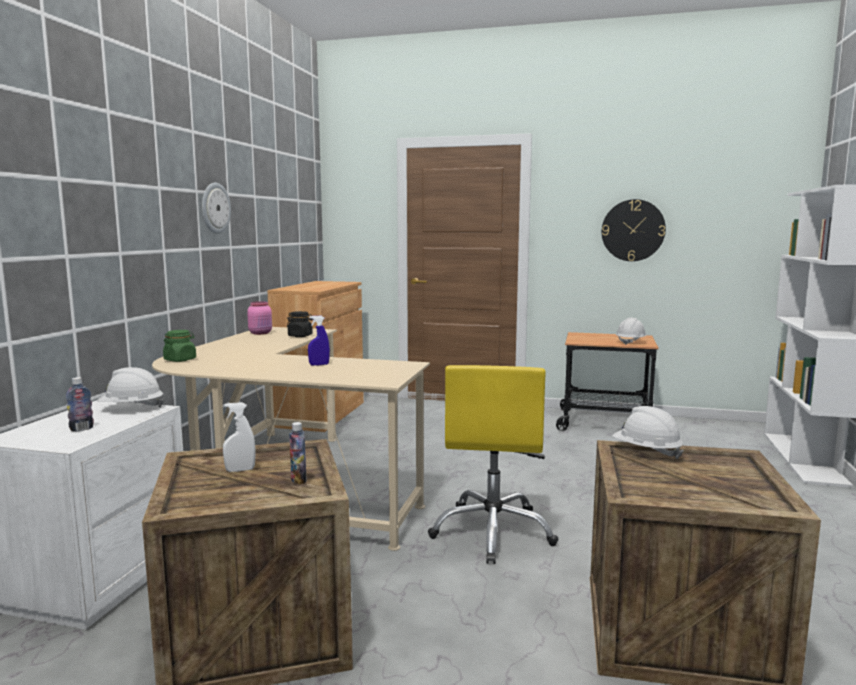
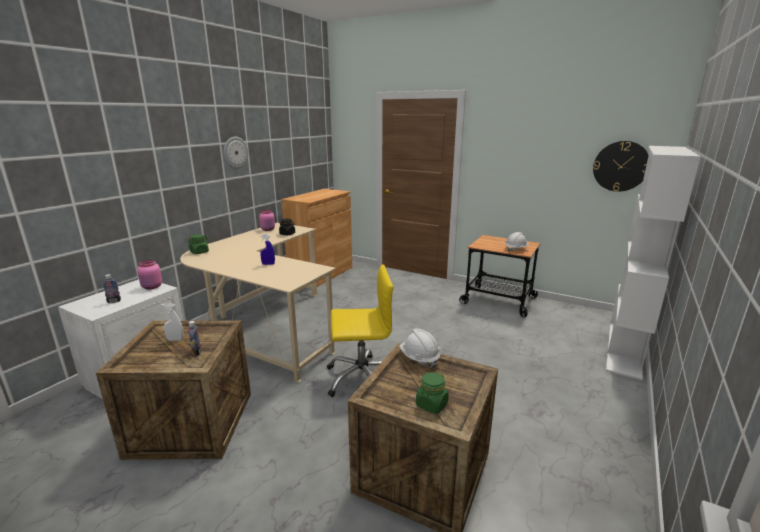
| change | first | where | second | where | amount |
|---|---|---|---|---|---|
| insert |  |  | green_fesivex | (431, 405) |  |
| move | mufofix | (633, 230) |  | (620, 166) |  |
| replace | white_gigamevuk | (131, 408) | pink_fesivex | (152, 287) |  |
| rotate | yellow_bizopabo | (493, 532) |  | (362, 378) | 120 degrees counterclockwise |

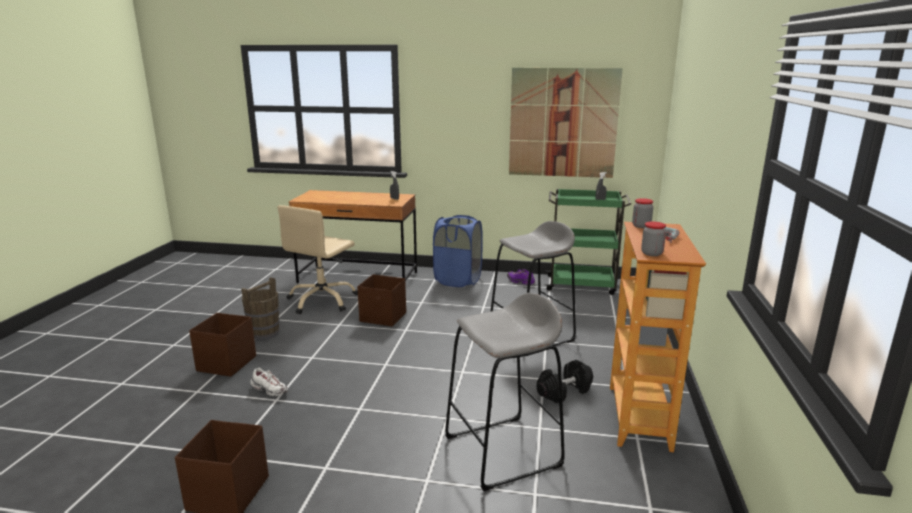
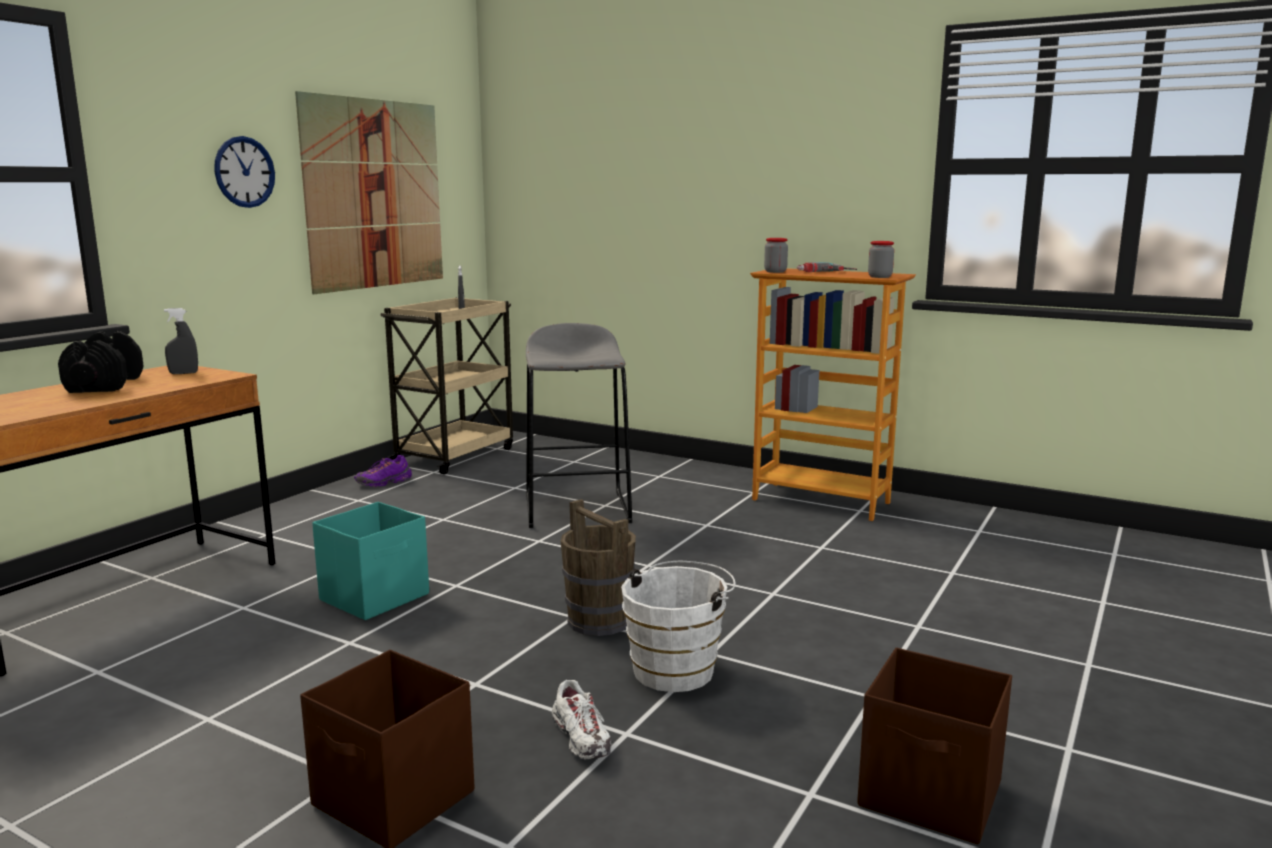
| change | first | where | second | where | amount |
|---|---|---|---|---|---|
| delete | beige_bizopabo | (322, 300) |  |  |  |
| delete | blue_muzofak | (458, 280) |  |  |  |
| delete | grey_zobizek | (503, 451) |  |  |  |
| insert |  |  | mufofix | (244, 172) |  |
| insert |  |  | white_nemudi | (678, 668) |  |
| move | brown_nemudi | (264, 333) |  | (599, 621) |  |
| move | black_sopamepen | (564, 392) |  | (105, 384) |  |
| recolor | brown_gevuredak | (383, 317) | turquoise_gevuredak | (376, 597) |  |
| recolor | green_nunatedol | (582, 285) | beige_nunatedol | (455, 455) |  |
| rotate | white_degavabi | (269, 390) |  | (581, 739) | 105 degrees clockwise |

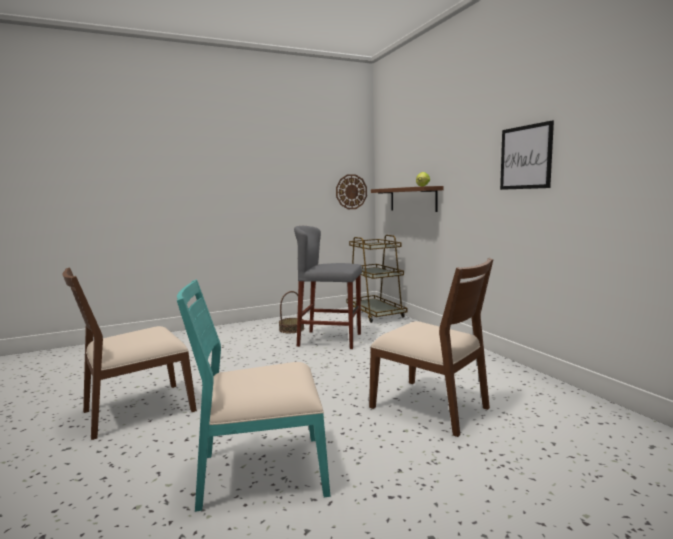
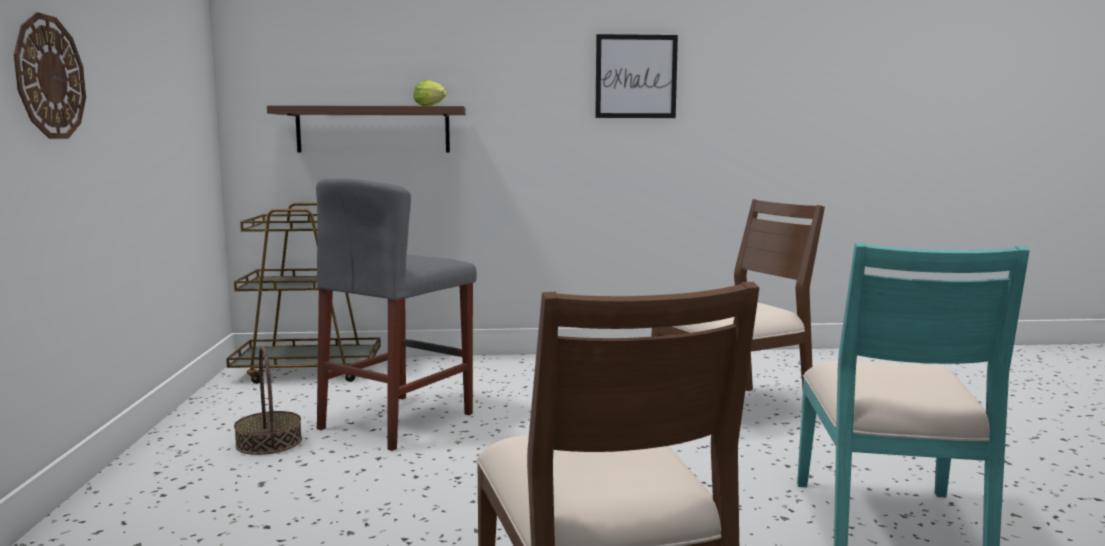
| change | first | where | second | where | amount |
|---|---|---|---|---|---|
| move | mufofix | (351, 191) |  | (49, 77) |  |

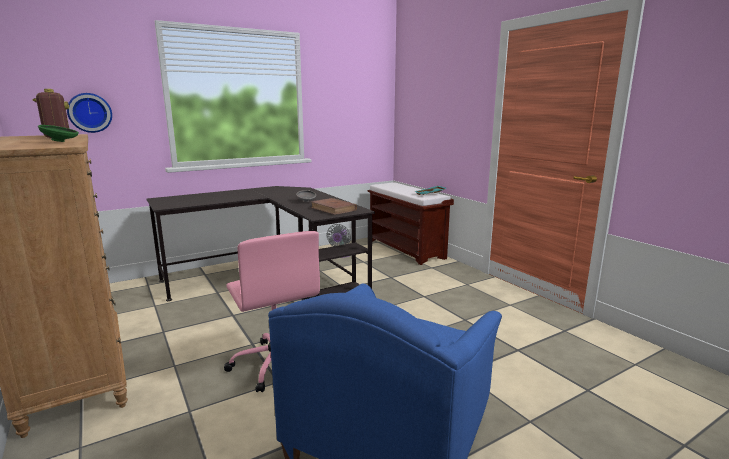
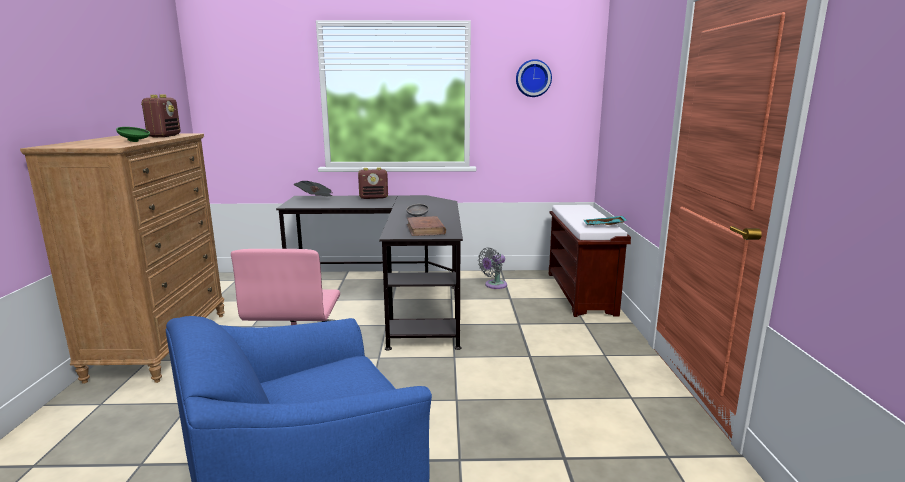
| change | first | where | second | where | amount |
|---|---|---|---|---|---|
| insert |  |  | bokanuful | (316, 199) |  |
| insert |  |  | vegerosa | (374, 197) |  |
| move | mufofix | (90, 112) |  | (533, 78) |  |

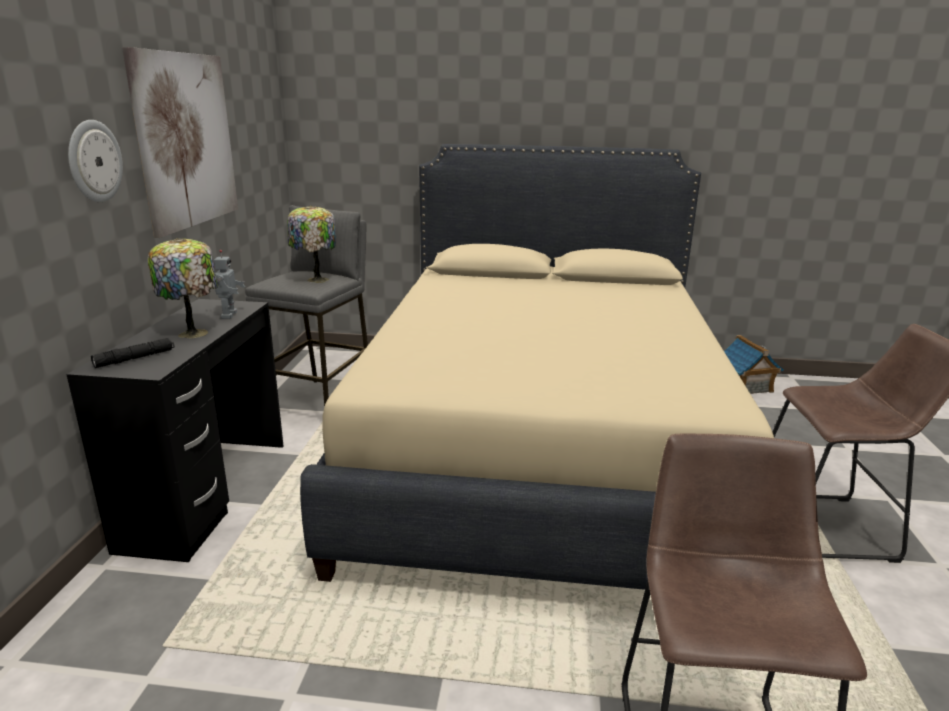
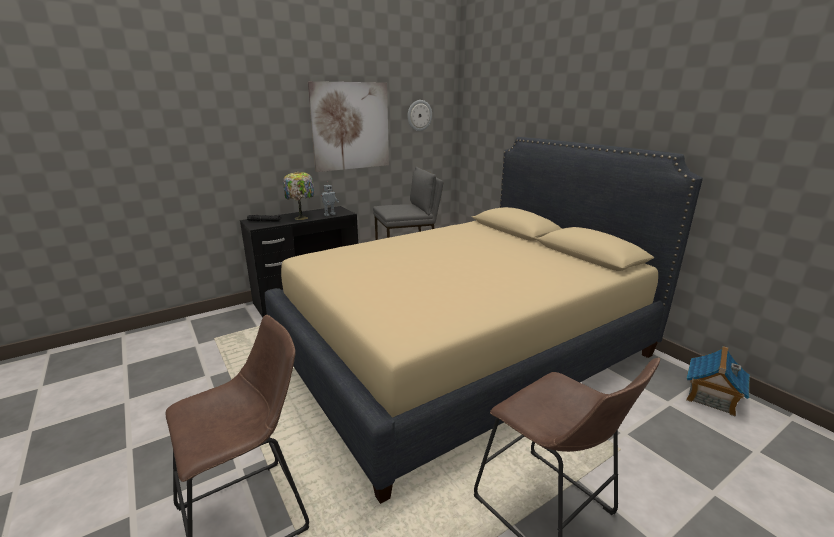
| change | first | where | second | where | amount |
|---|---|---|---|---|---|
| delete | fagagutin | (316, 280) |  |  |  |
| move | mufofix | (94, 161) |  | (419, 115) |  |

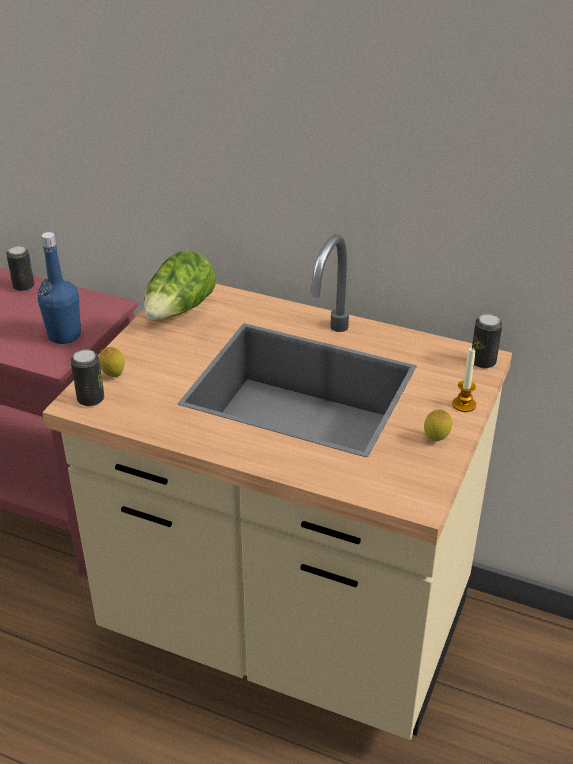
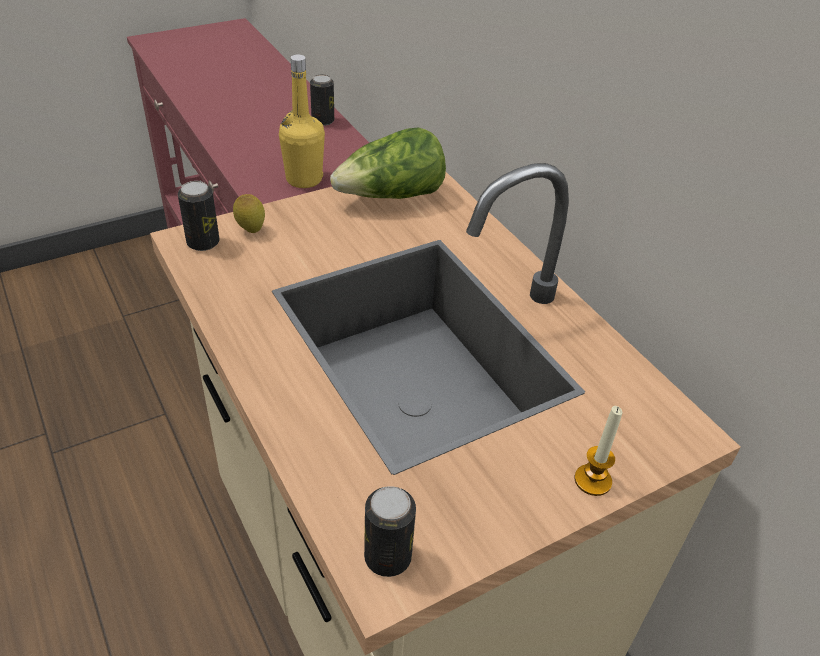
| change | first | where | second | where | amount |
|---|---|---|---|---|---|
| delete | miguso | (436, 440) |  |  |  |
| move | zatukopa | (483, 362) |  | (388, 557) |  |
| recolor | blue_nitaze | (64, 335) | yellow_nitaze | (304, 179) |  |

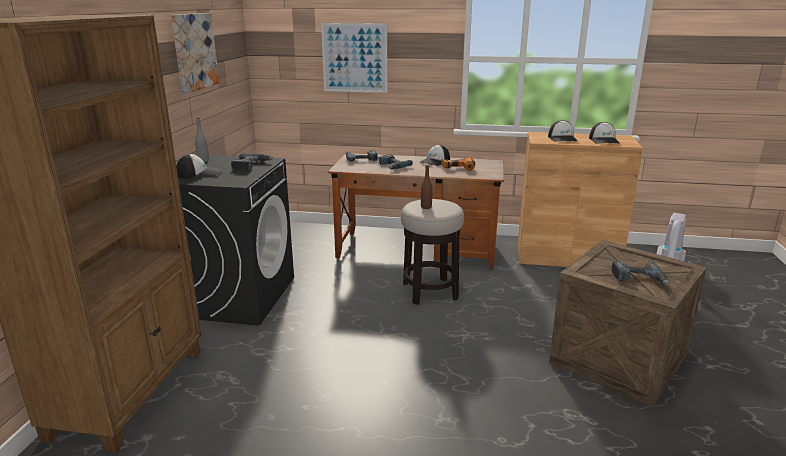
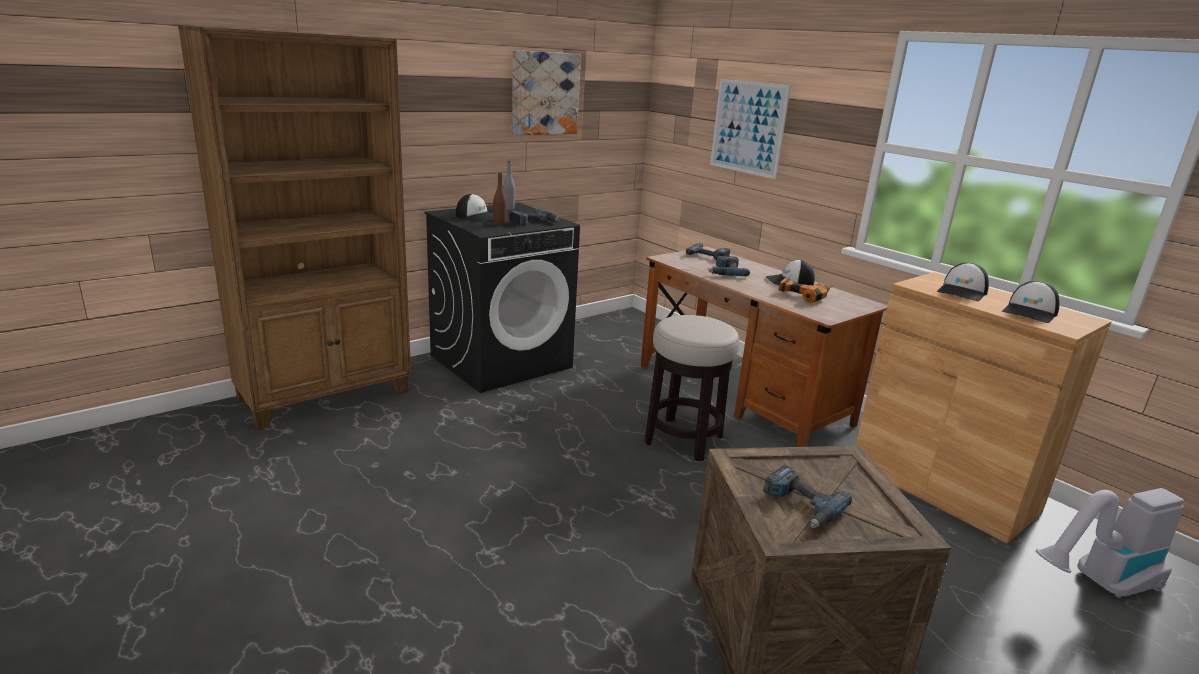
| change | first | where | second | where | amount |
|---|---|---|---|---|---|
| move | brown_nitaze | (426, 207) |  | (499, 224) |  |

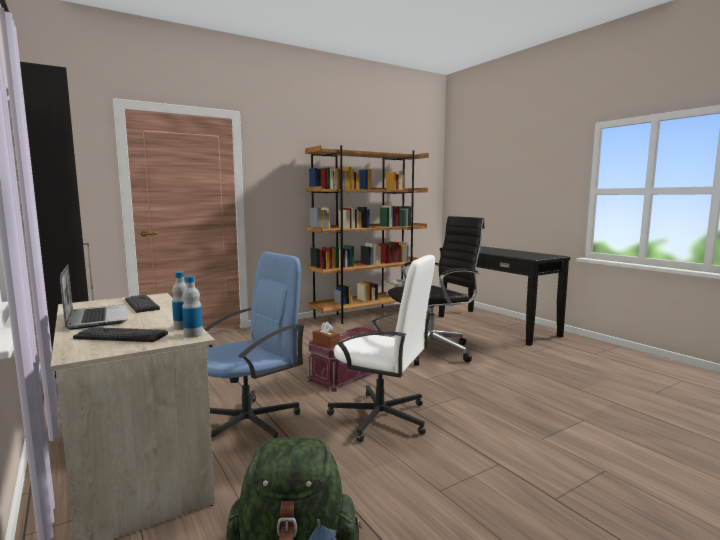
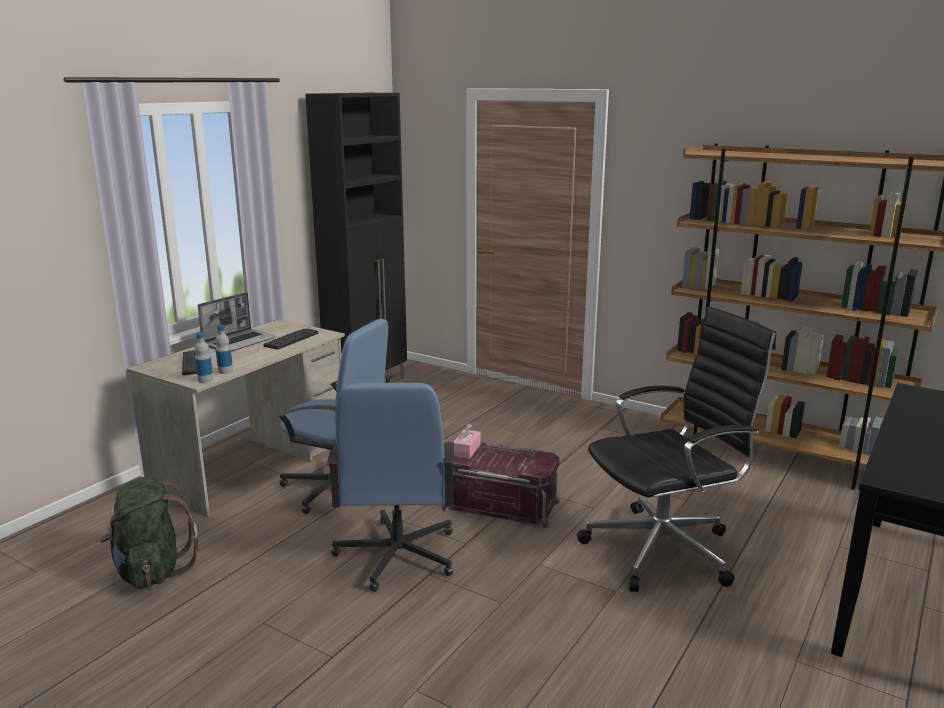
| change | first | where | second | where | amount |
|---|---|---|---|---|---|
| recolor | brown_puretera | (326, 343) | pink_puretera | (466, 450) |  |
| recolor | white_bizopabo | (381, 417) | blue_bizopabo | (397, 556) |  |
| rotate | black_bizopabo | (433, 350) |  | (665, 549) | 60 degrees counterclockwise |

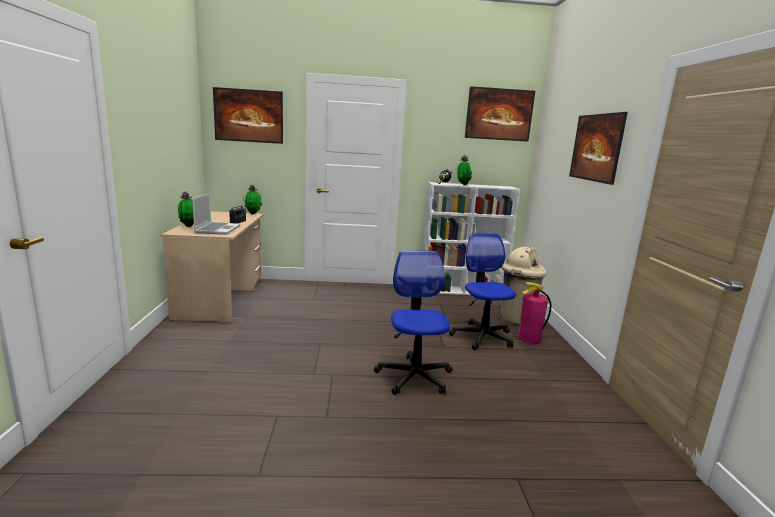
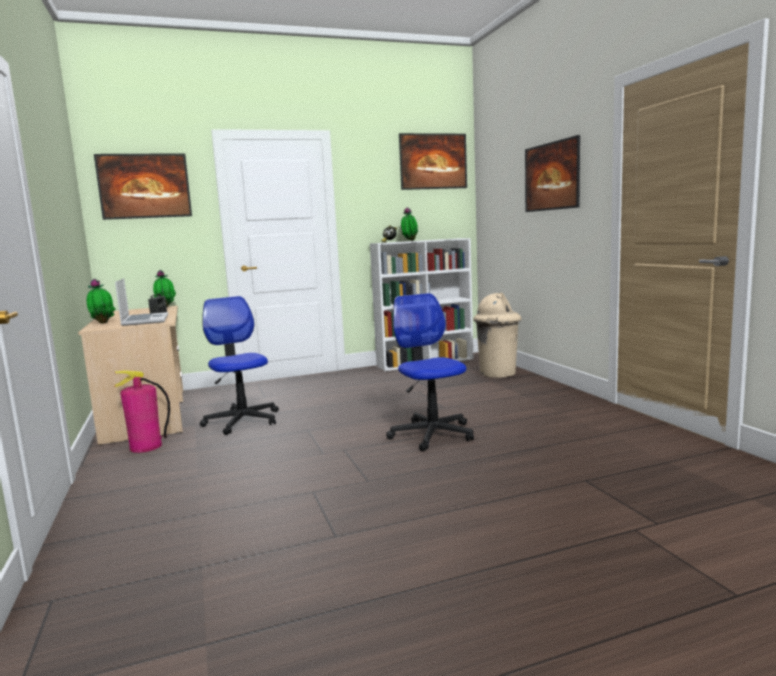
| change | first | where | second | where | amount |
|---|---|---|---|---|---|
| move | bizopabo | (482, 337) |  | (242, 421) |  |
| move | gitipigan | (529, 338) |  | (146, 447) |  |

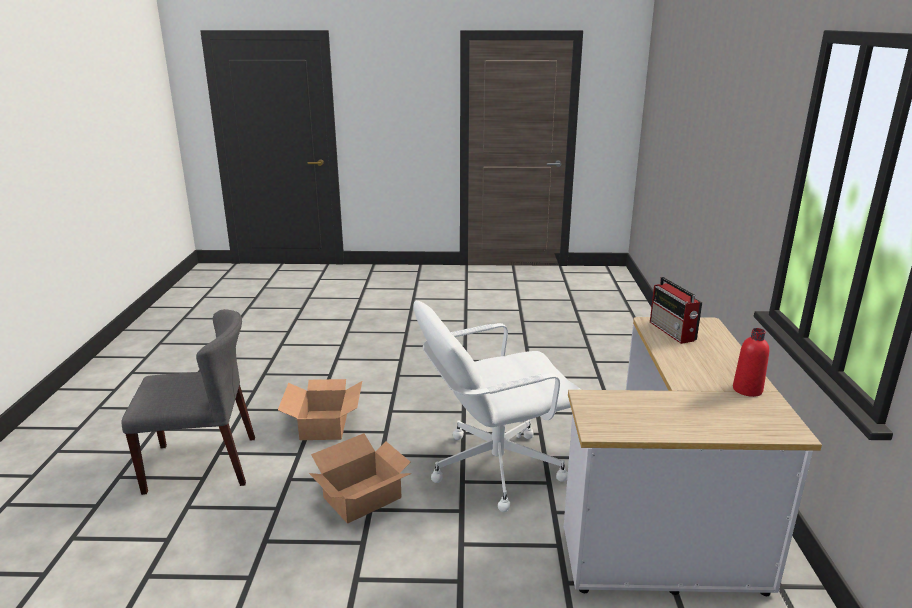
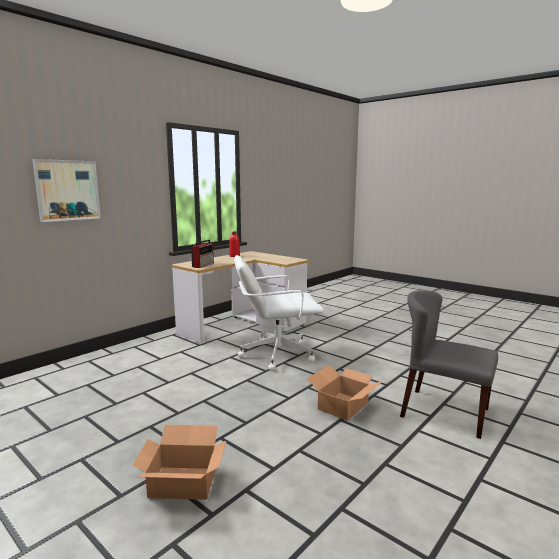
| change | first | where | second | where | amount |
|---|---|---|---|---|---|
| insert |  |  | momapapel | (67, 190) |  |
| move | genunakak | (363, 498) |  | (182, 482) |  |
| rotate | white_bizopabo | (494, 467) |  | (276, 354) | 150 degrees clockwise |

